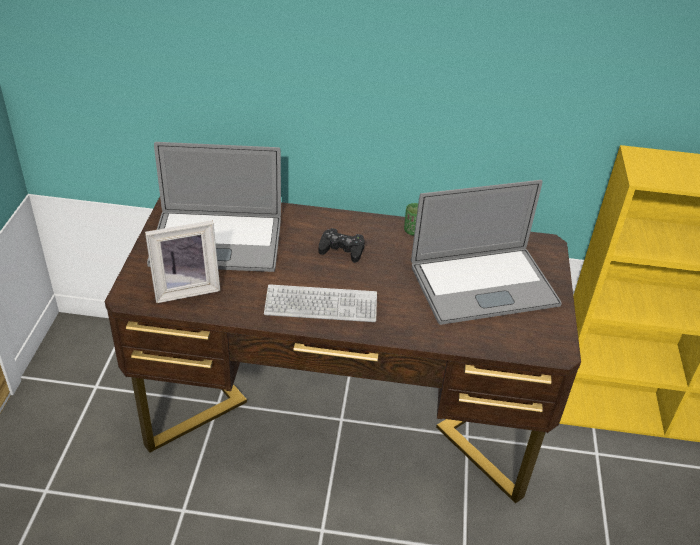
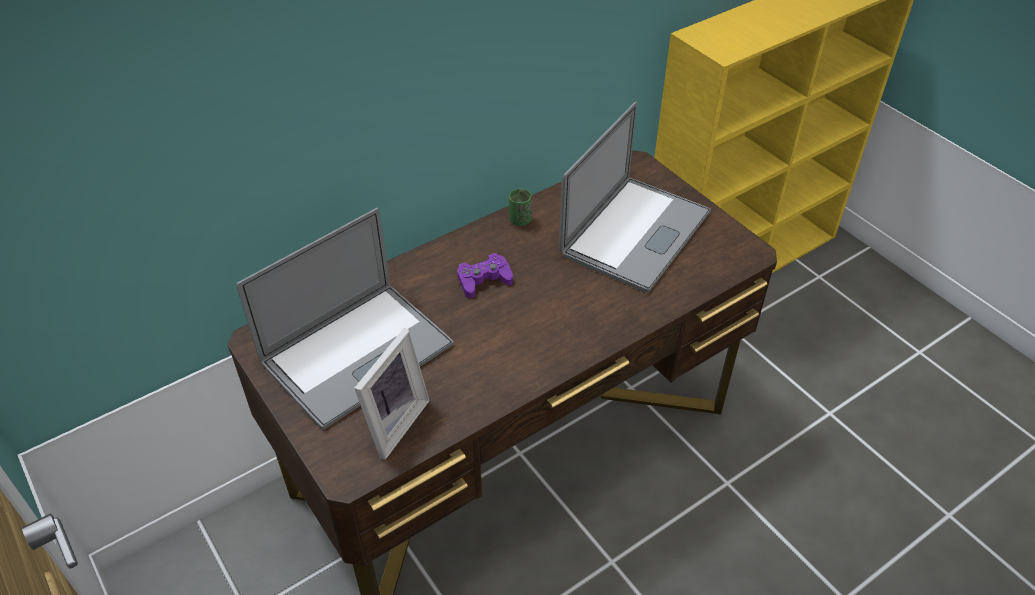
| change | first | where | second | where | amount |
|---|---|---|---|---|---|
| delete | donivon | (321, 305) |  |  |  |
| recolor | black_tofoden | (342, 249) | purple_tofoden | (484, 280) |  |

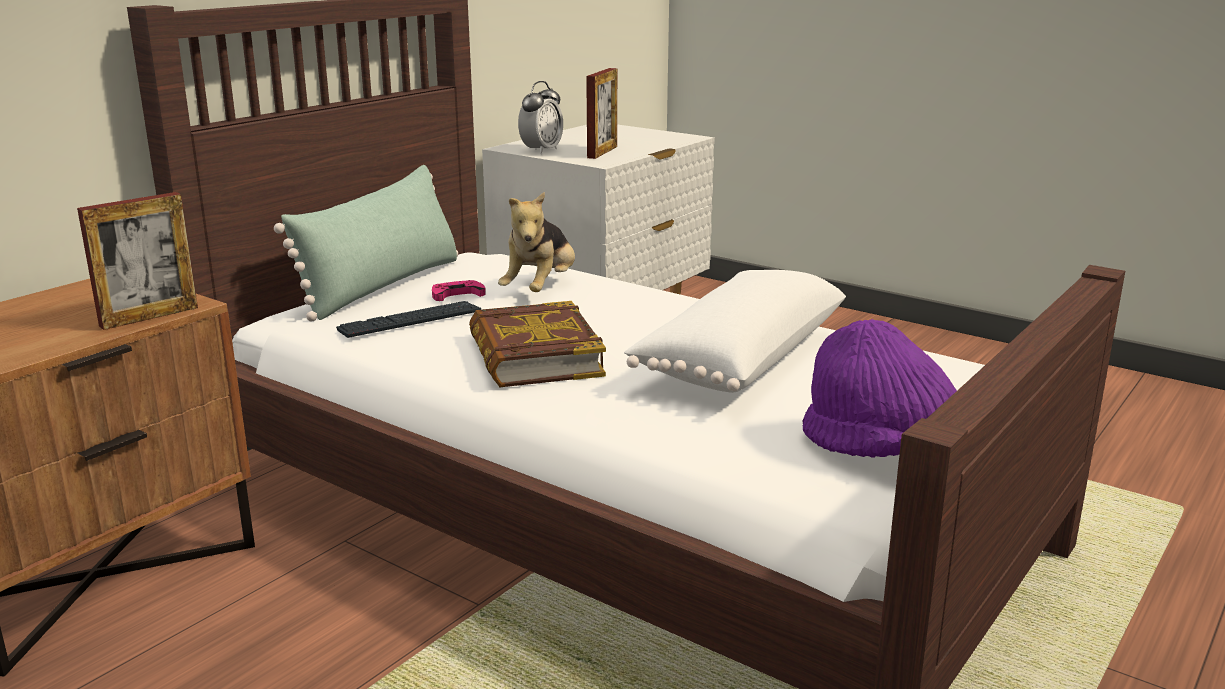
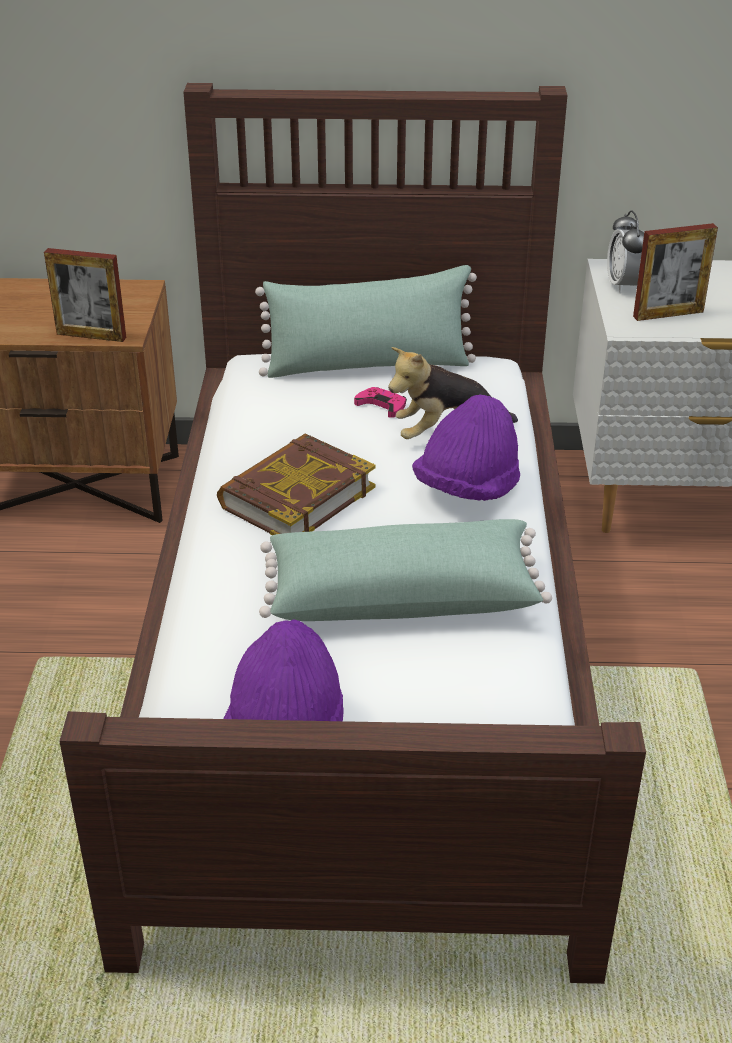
| change | first | where | second | where | amount |
|---|---|---|---|---|---|
| delete | donivon | (410, 321) |  |  |  |
| insert |  |  | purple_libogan | (467, 489) |  |
| recolor | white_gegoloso | (738, 358) | green_gegoloso | (401, 596) |  |
| rotate | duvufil | (541, 150) |  | (624, 285) | 90 degrees clockwise |

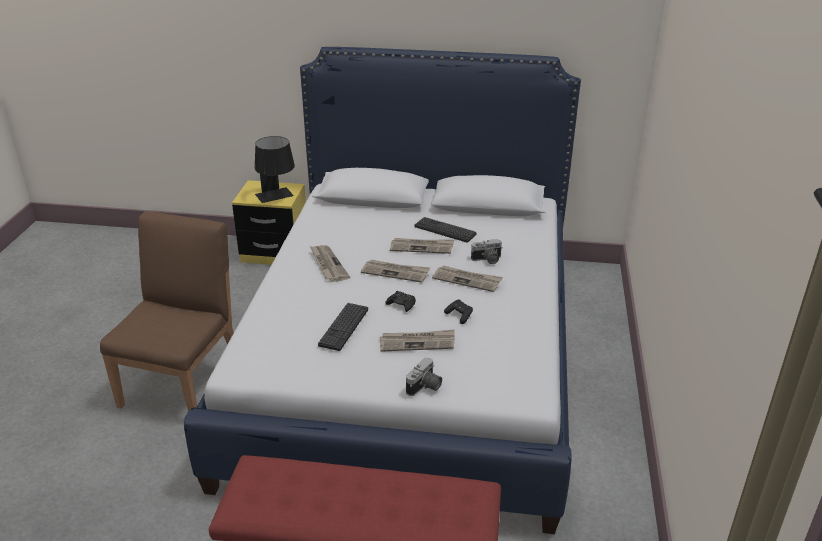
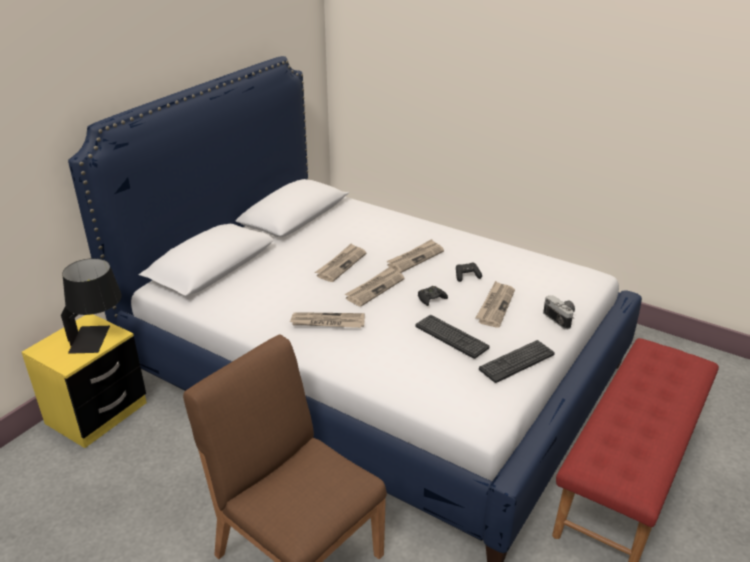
| change | first | where | second | where | amount |
|---|---|---|---|---|---|
| delete | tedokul | (487, 260) |  |  |  |
| move | donivon | (445, 230) |  | (517, 362) |  |

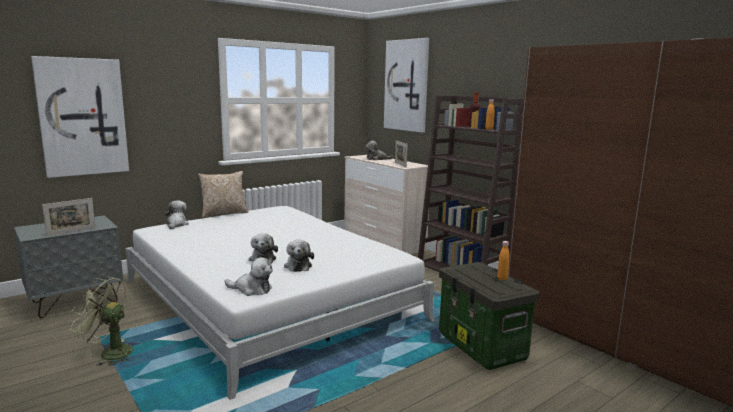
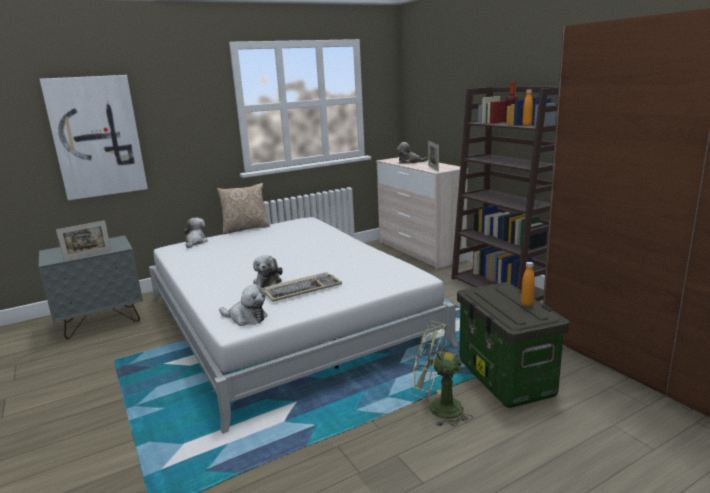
| change | first | where | second | where | amount |
|---|---|---|---|---|---|
| delete | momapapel | (406, 85) |  |  |  |
| move | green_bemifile | (109, 353) |  | (437, 408) |  |
| replace | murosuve | (298, 266) | donivon | (302, 289) |  |

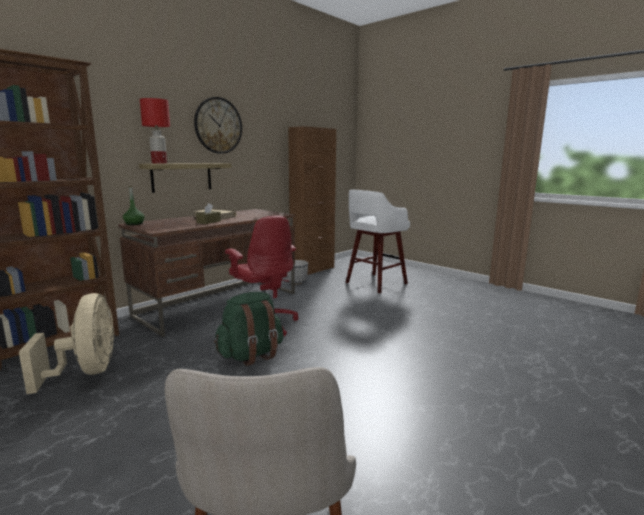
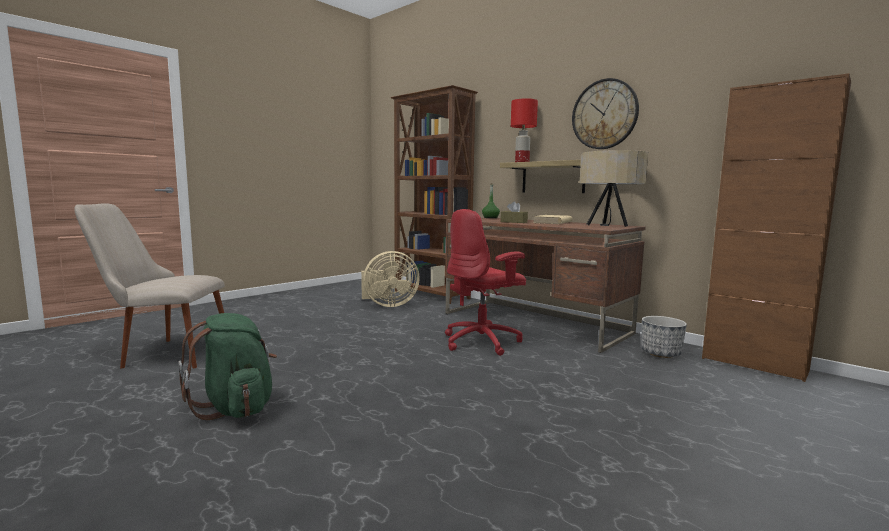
| change | first | where | second | where | amount |
|---|---|---|---|---|---|
| delete | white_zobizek | (374, 283) |  |  |  |
| insert |  |  | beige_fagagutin | (609, 226) |  |
| move | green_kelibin | (251, 355) |  | (236, 407) |  |

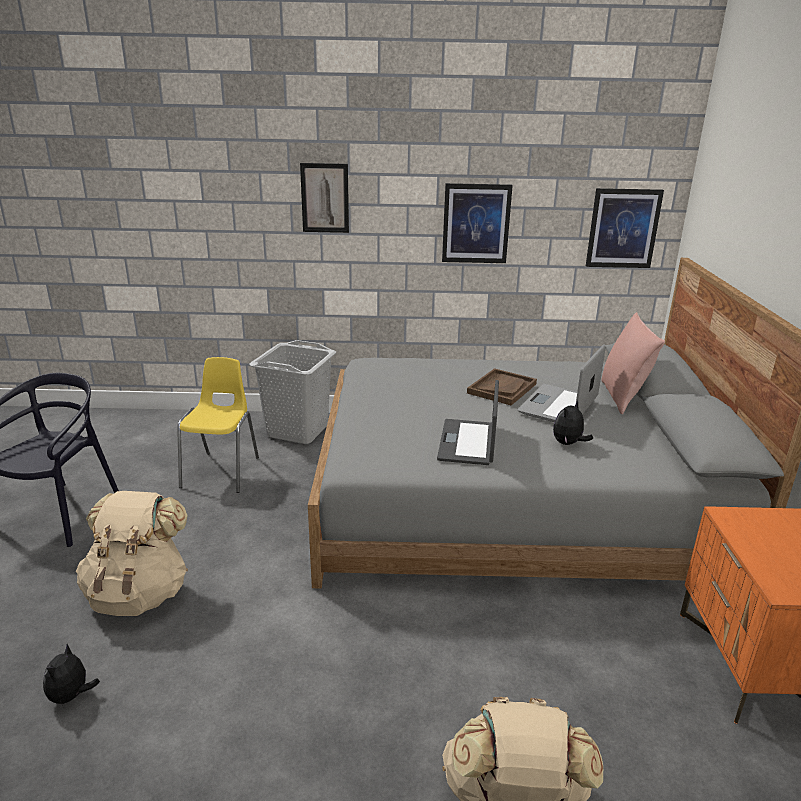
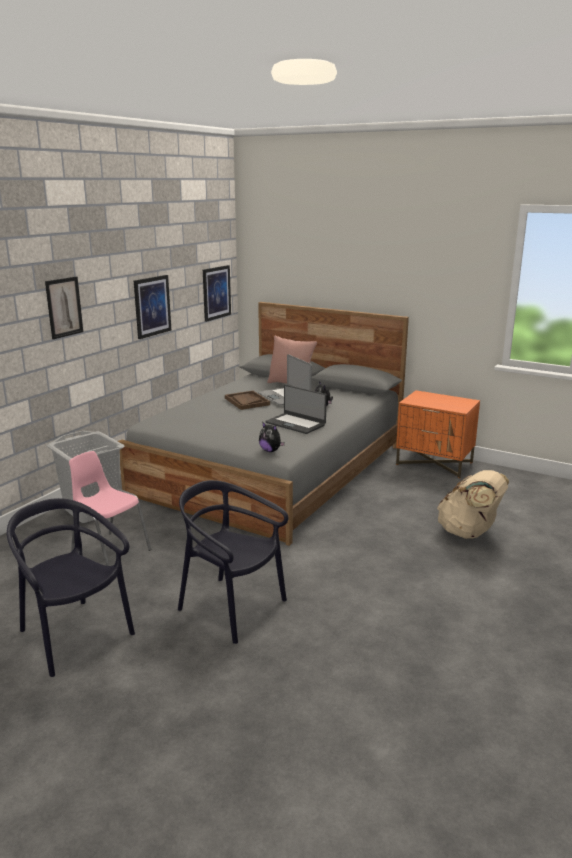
| change | first | where | second | where | amount |
|---|---|---|---|---|---|
| move | murosuve | (71, 696) |  | (270, 450) |  |
| replace | beige_kelibin | (139, 594) | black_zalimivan | (231, 608) |  |
| recolor | yellow_zalimivan | (222, 472) | pink_zalimivan | (110, 551) |  |

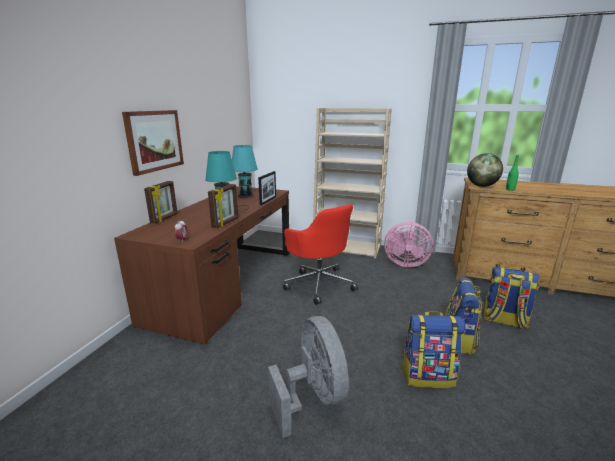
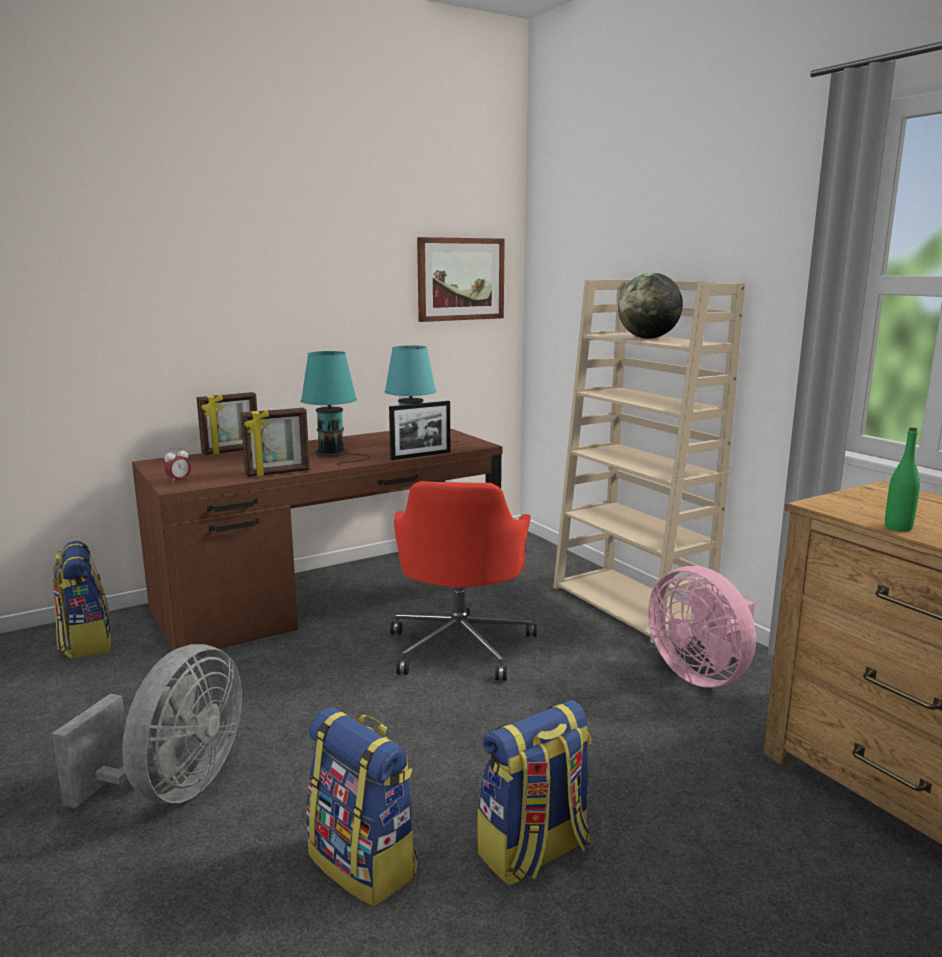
| change | first | where | second | where | amount |
|---|---|---|---|---|---|
| move | momapapel | (154, 140) |  | (460, 279) |  |
| move | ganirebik | (481, 186) |  | (648, 338) |  |
| move | kelibin | (504, 320) |  | (86, 642) |  |

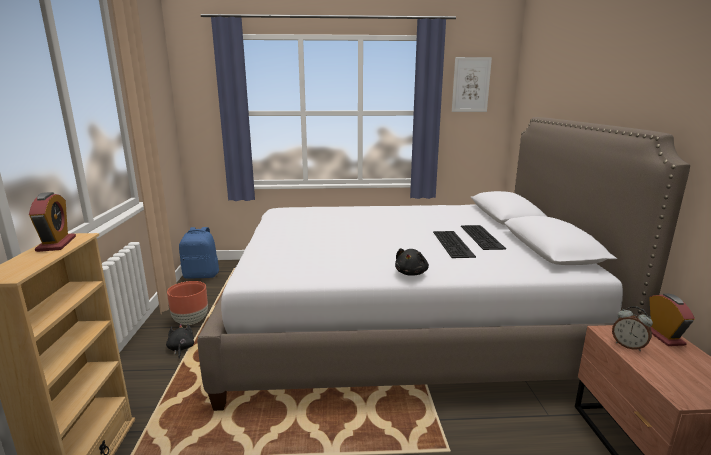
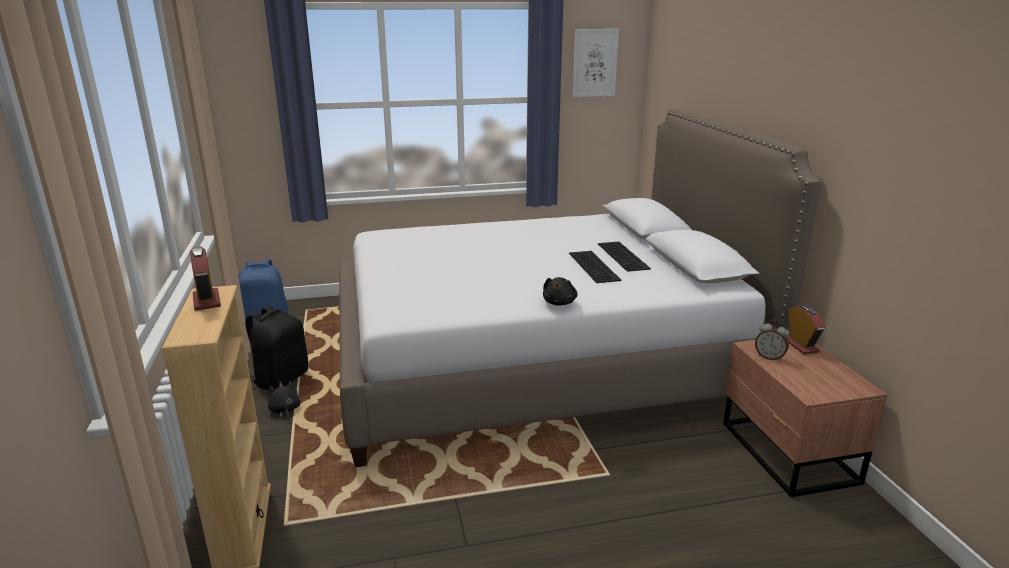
| change | first | where | second | where | amount |
|---|---|---|---|---|---|
| replace | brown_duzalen | (191, 321) | black_kelibin | (281, 379) |  |

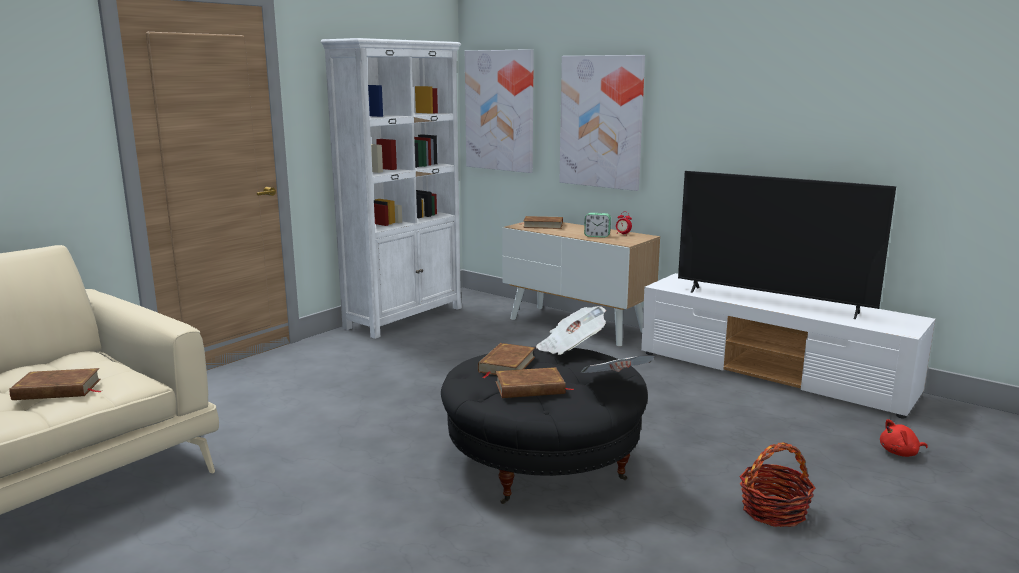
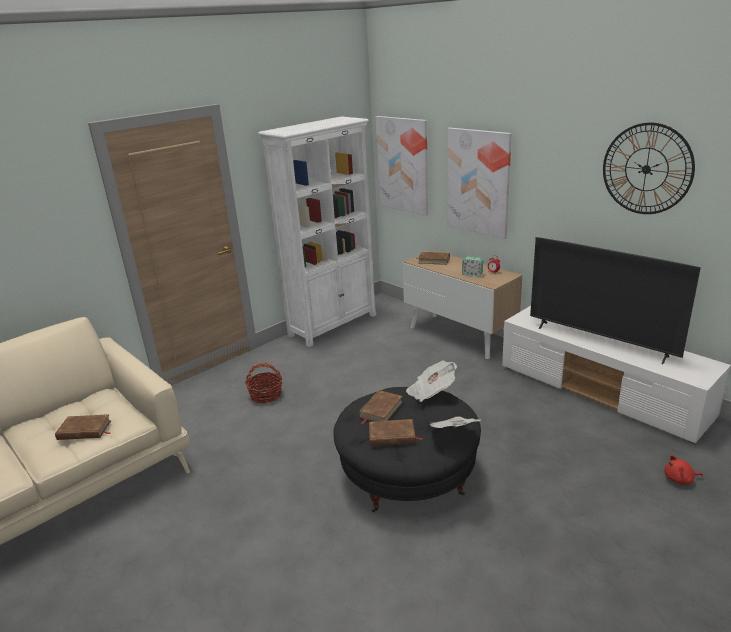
| change | first | where | second | where | amount |
|---|---|---|---|---|---|
| insert |  |  | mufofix | (646, 169) |  |
| move | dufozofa | (773, 511) |  | (266, 395) |  |

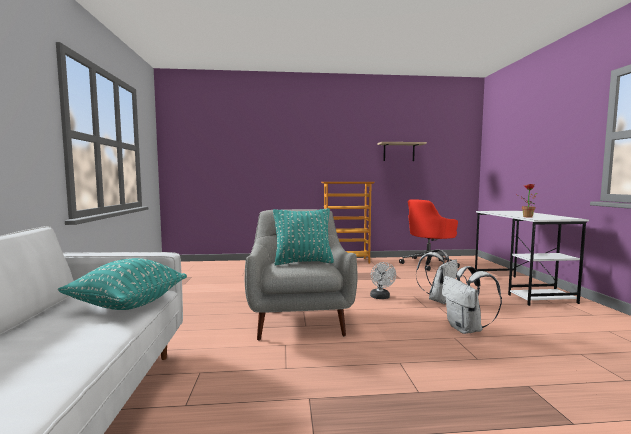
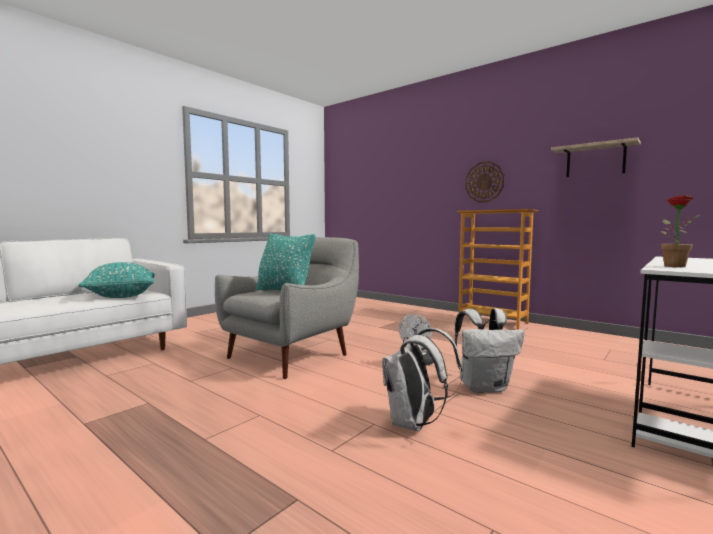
| change | first | where | second | where | amount |
|---|---|---|---|---|---|
| delete | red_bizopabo | (429, 264) |  |  |  |
| insert |  |  | mufofix | (484, 182) |  |

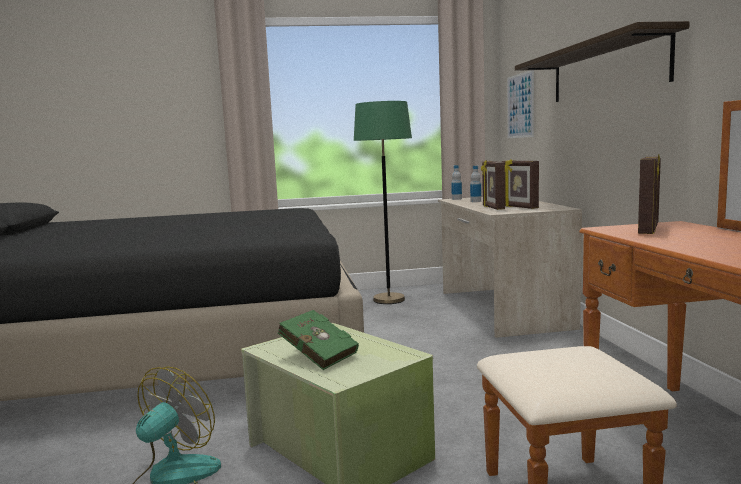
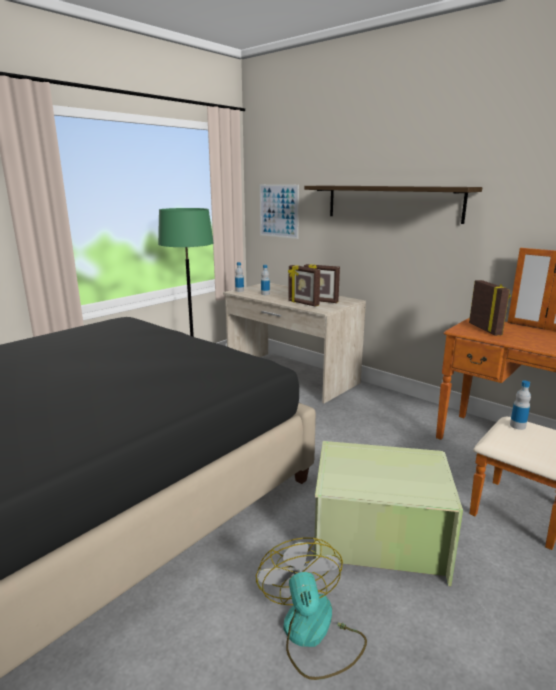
| change | first | where | second | where | amount |
|---|---|---|---|---|---|
| delete | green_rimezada | (317, 356) |  |  |  |
| insert |  |  | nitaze | (517, 426) |  |

